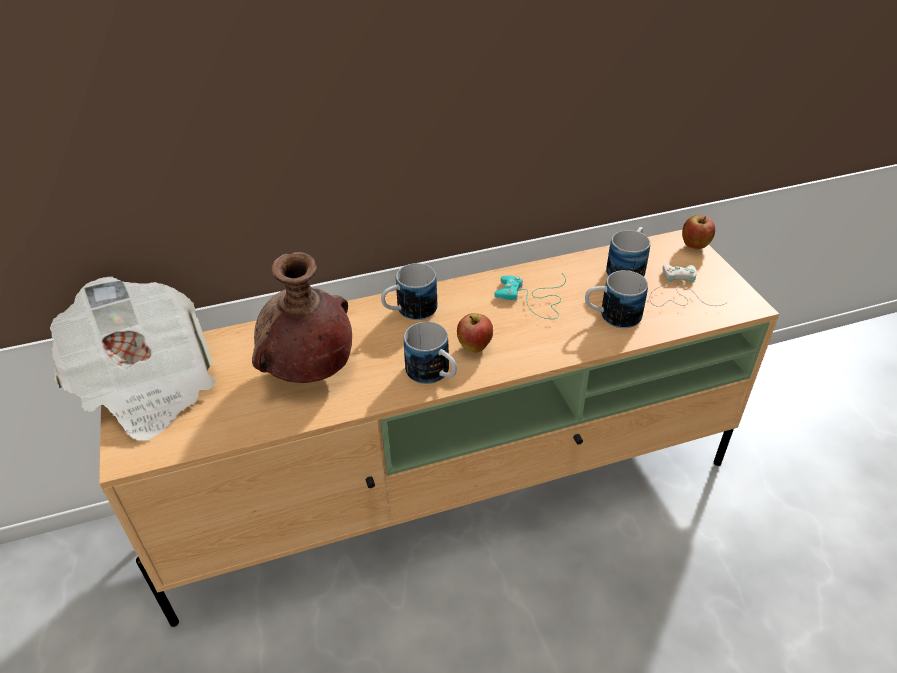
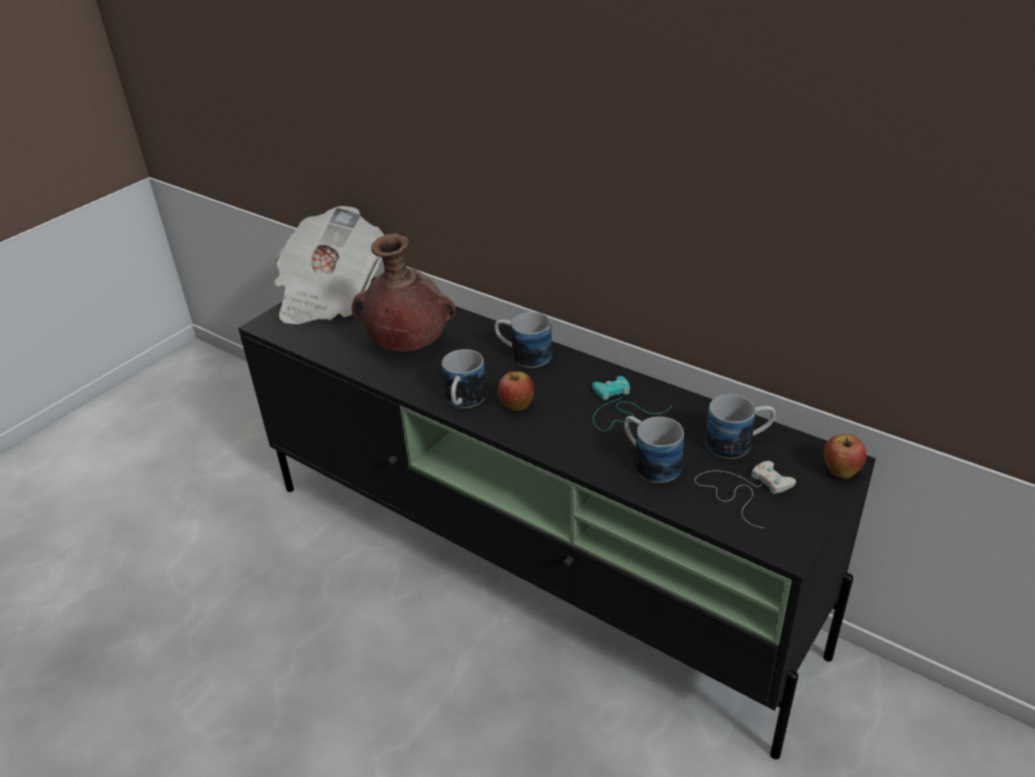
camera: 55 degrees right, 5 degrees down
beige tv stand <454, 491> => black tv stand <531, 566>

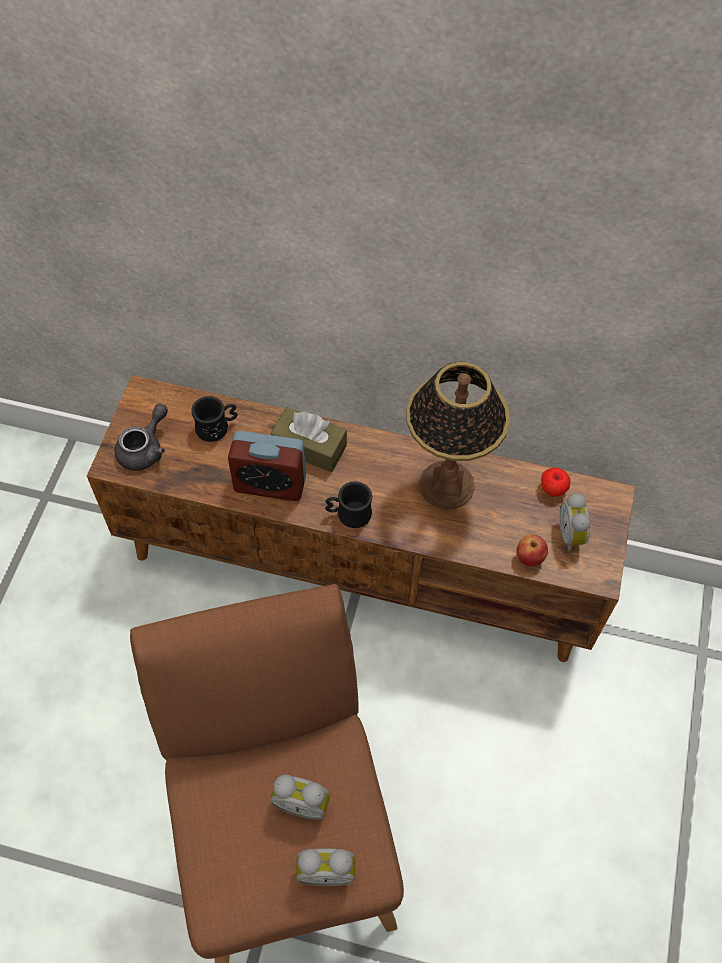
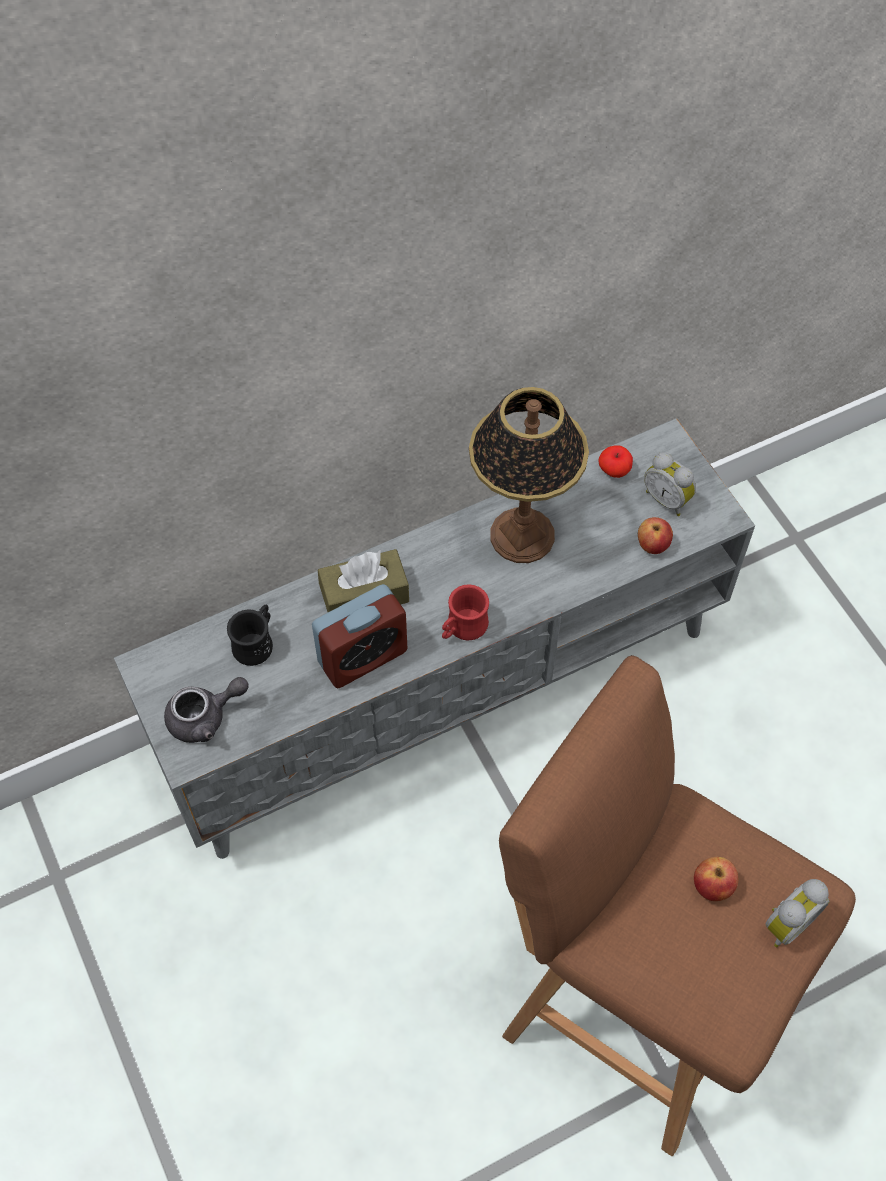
camera: 40 degrees left, 0 degrees up
brown tv stand <361, 564> => grey tv stand <444, 691>
grey teapot <145, 449> => grey teapot <205, 717>, 75 degrees clockwise
alarm clock <302, 802> => apple <712, 886>
black mug <348, 514> => red mug <462, 628>

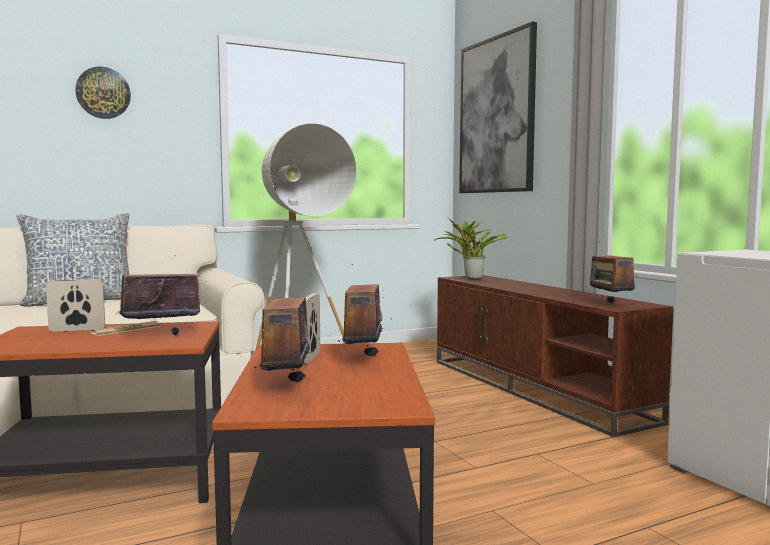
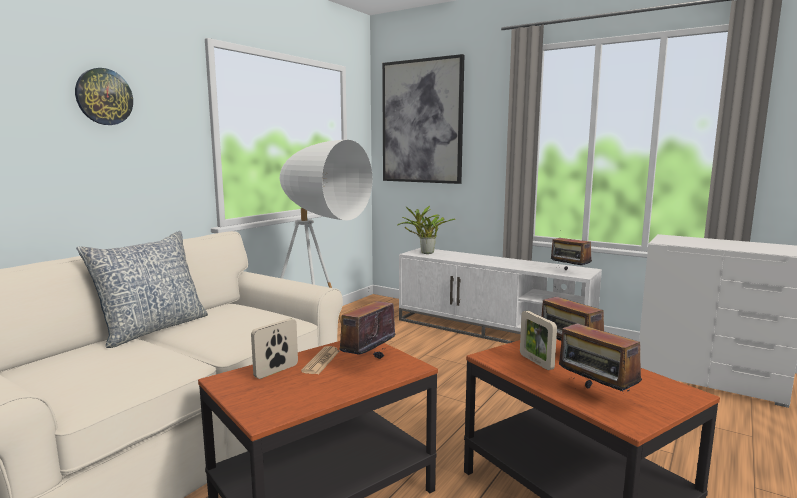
camera: 30 degrees left, 5 degrees up
brown tv stand <535, 388> => white tv stand <492, 331>

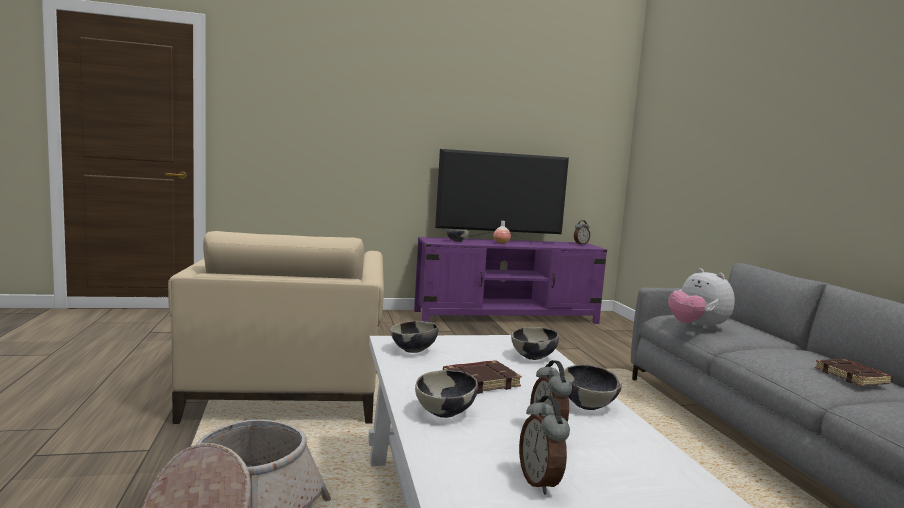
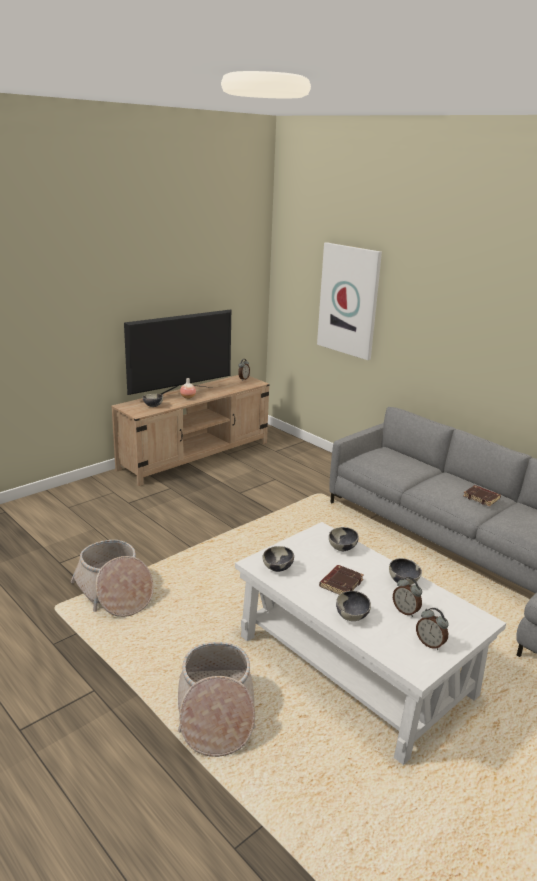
camera: 30 degrees left, 15 degrees up
beige armchair <290, 384> => basket <114, 592>
purple tv stand <507, 317> => beige tv stand <195, 456>
plush toy <697, 327> => nothing
nothing => picture <349, 300>

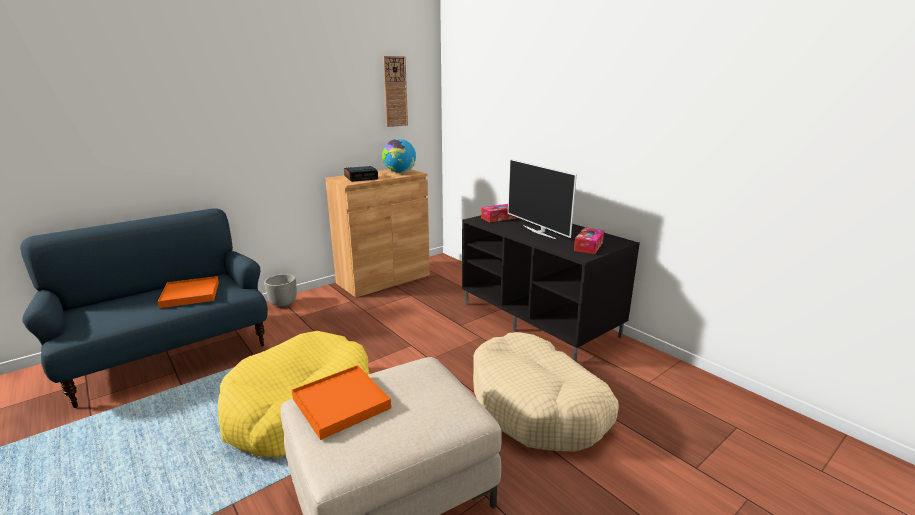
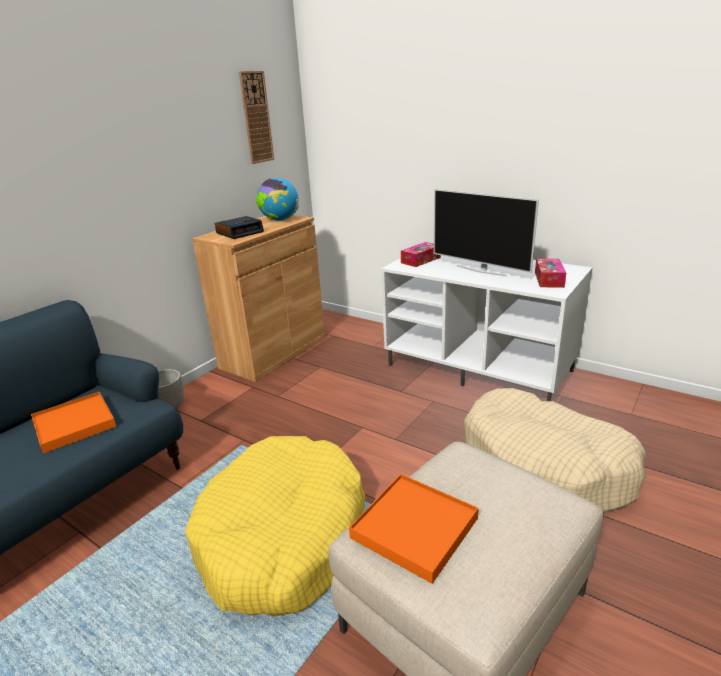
camera: 15 degrees left, 5 degrees up
black tv stand <540, 319> => white tv stand <480, 368>

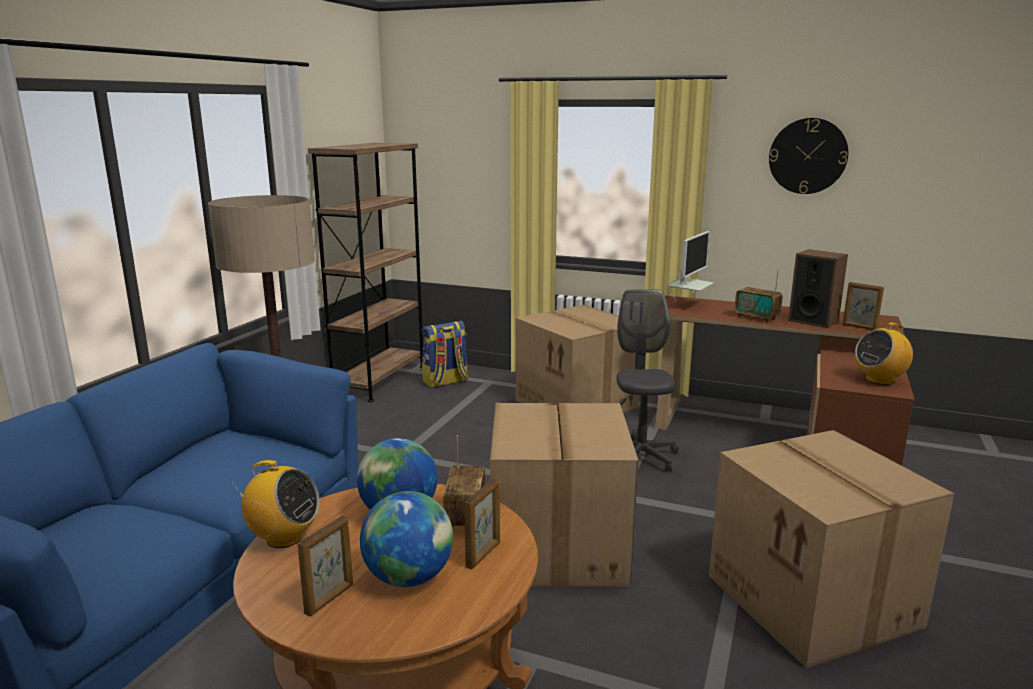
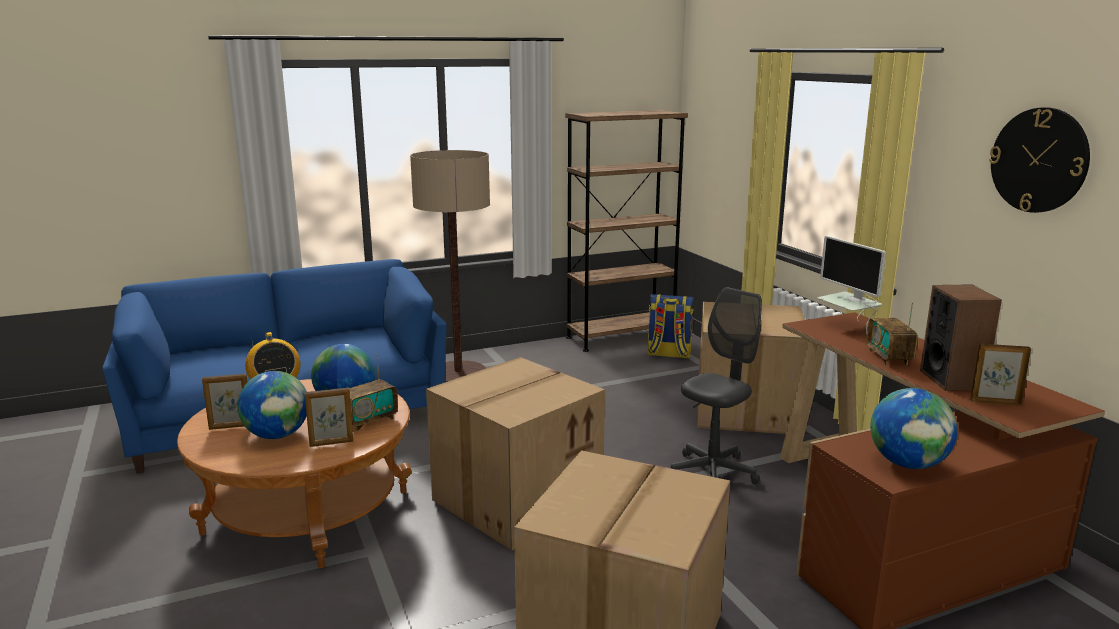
camera: 45 degrees right, 0 degrees up
monitor <688, 305> => monitor <848, 327>, 75 degrees clockwise
picture frame <859, 327> => picture frame <994, 402>, 105 degrees clockwise
radio <879, 380> => globe <908, 464>

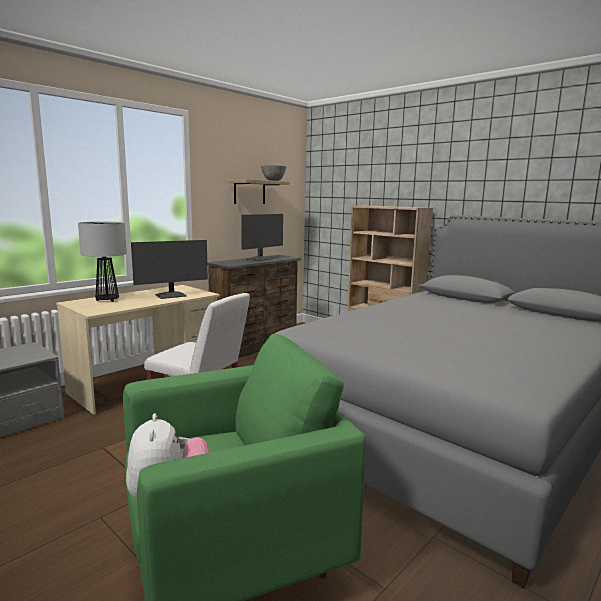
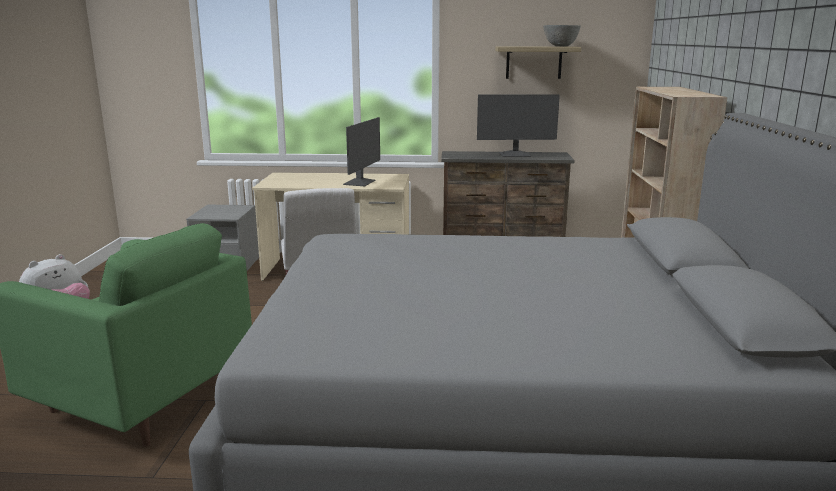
camera: 50 degrees right, 5 degrees up
table lamp <107, 300> => nothing
monitor <171, 295> => monitor <360, 182>, 90 degrees counterclockwise

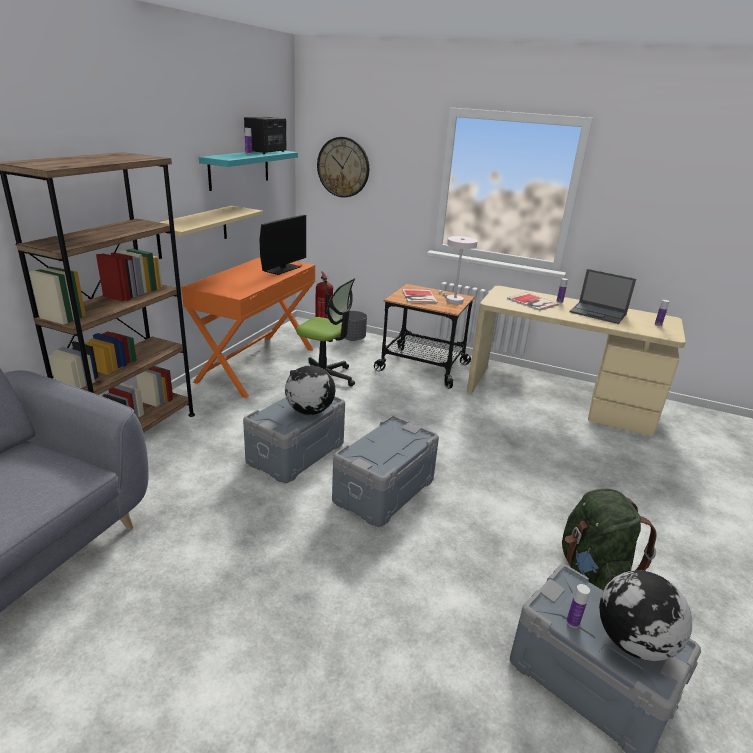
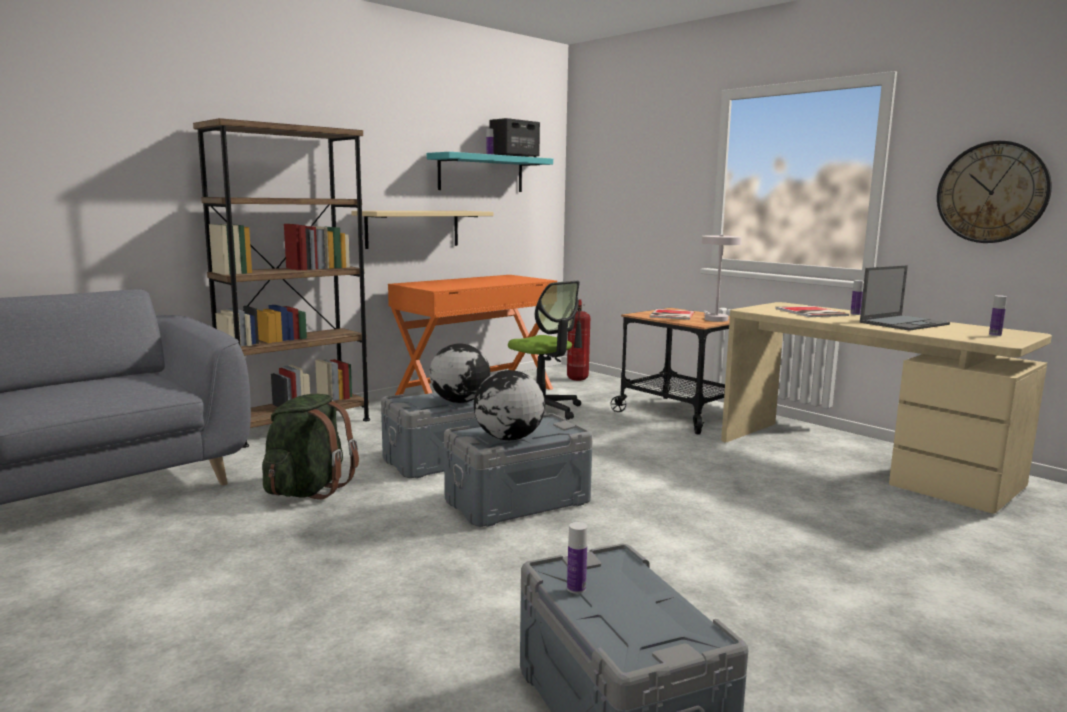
camera: 25 degrees right, 15 degrees down
monitor <283, 269> => nothing
wall clock <343, 167> => wall clock <992, 192>, relocated
grey planter <352, 338> => nothing
green backpack <592, 572> => green backpack <308, 490>, relocated
laptop <598, 313> => laptop <904, 323>, 90 degrees counterclockwise
globe <632, 642> => globe <508, 438>, relocated

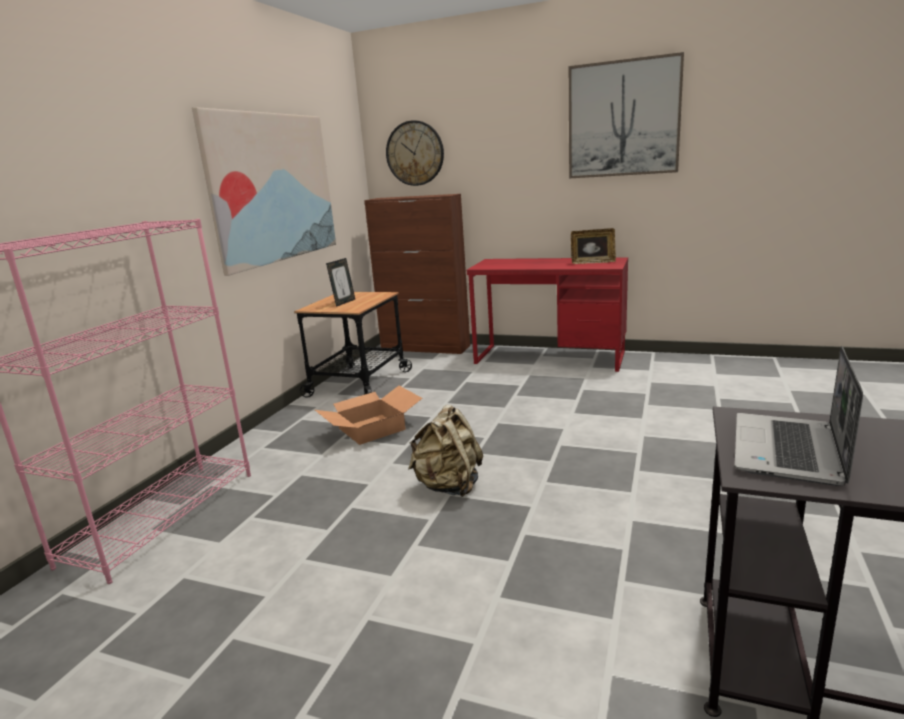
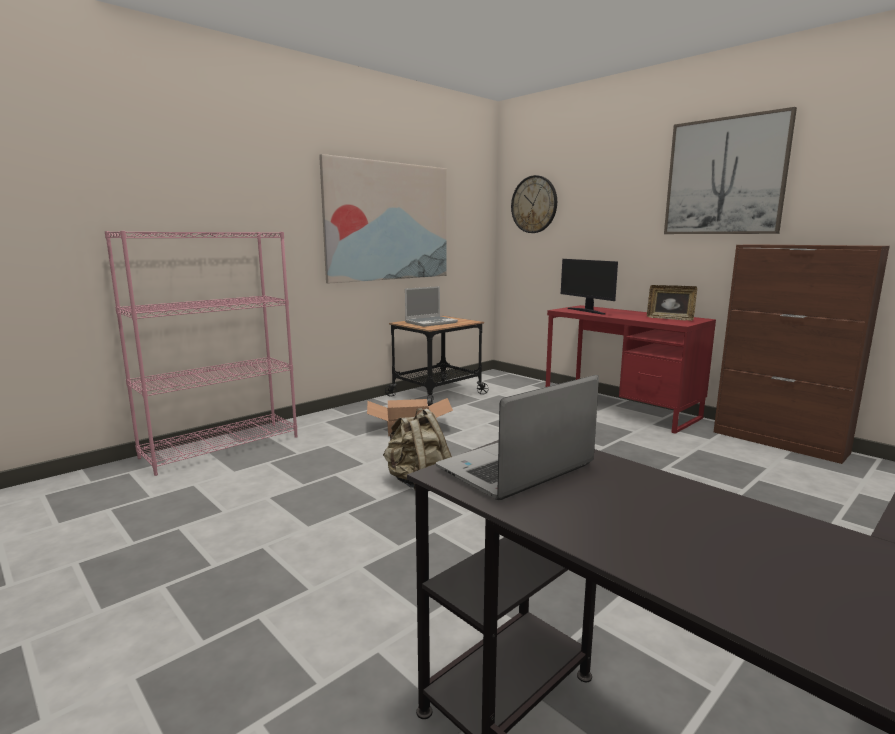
camera: 25 degrees right, 5 degrees down
picture frame <343, 302> => laptop <431, 322>
brown cabinet <425, 348> => brown cabinet <779, 442>, relocated
nothing => monitor <587, 311>

